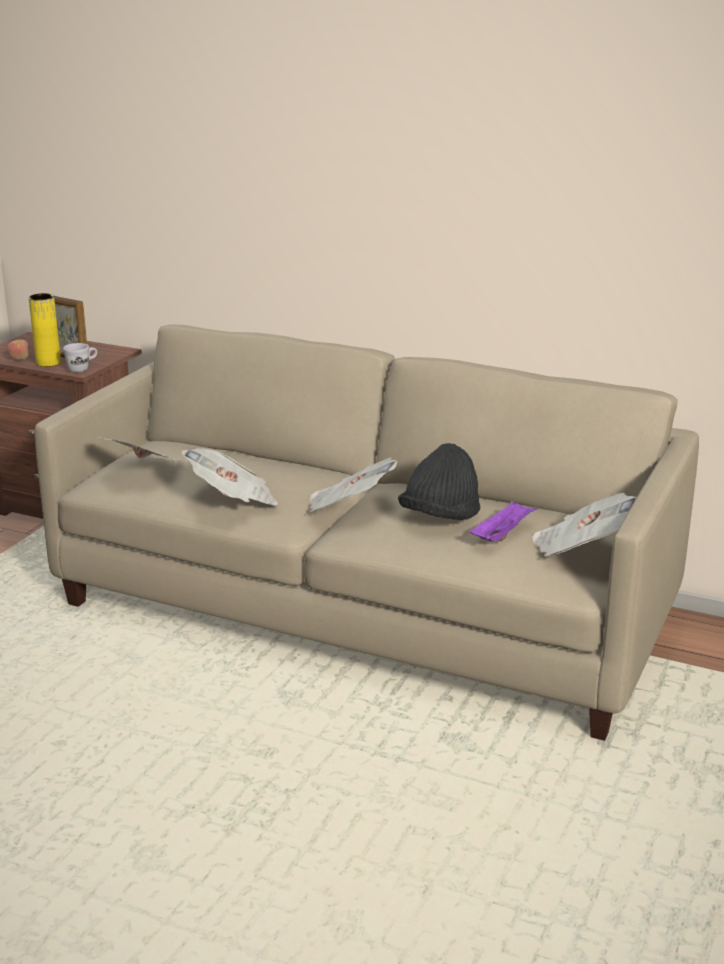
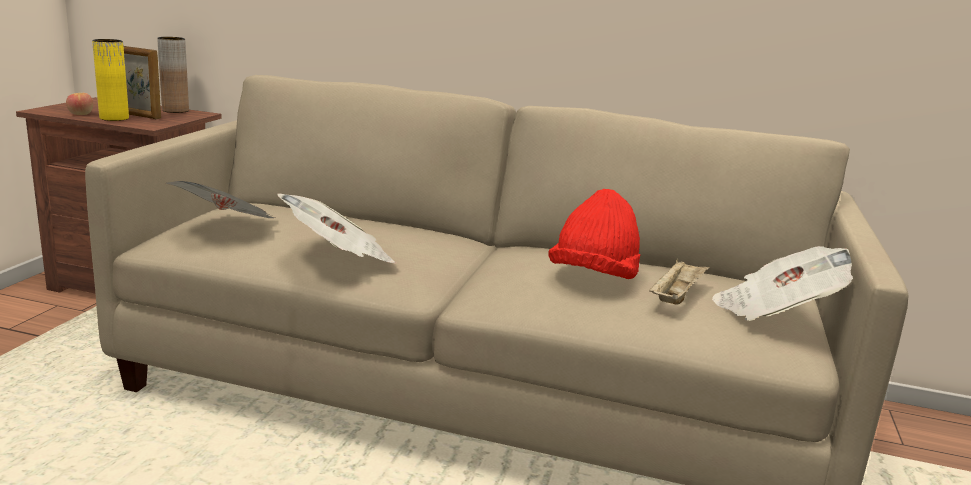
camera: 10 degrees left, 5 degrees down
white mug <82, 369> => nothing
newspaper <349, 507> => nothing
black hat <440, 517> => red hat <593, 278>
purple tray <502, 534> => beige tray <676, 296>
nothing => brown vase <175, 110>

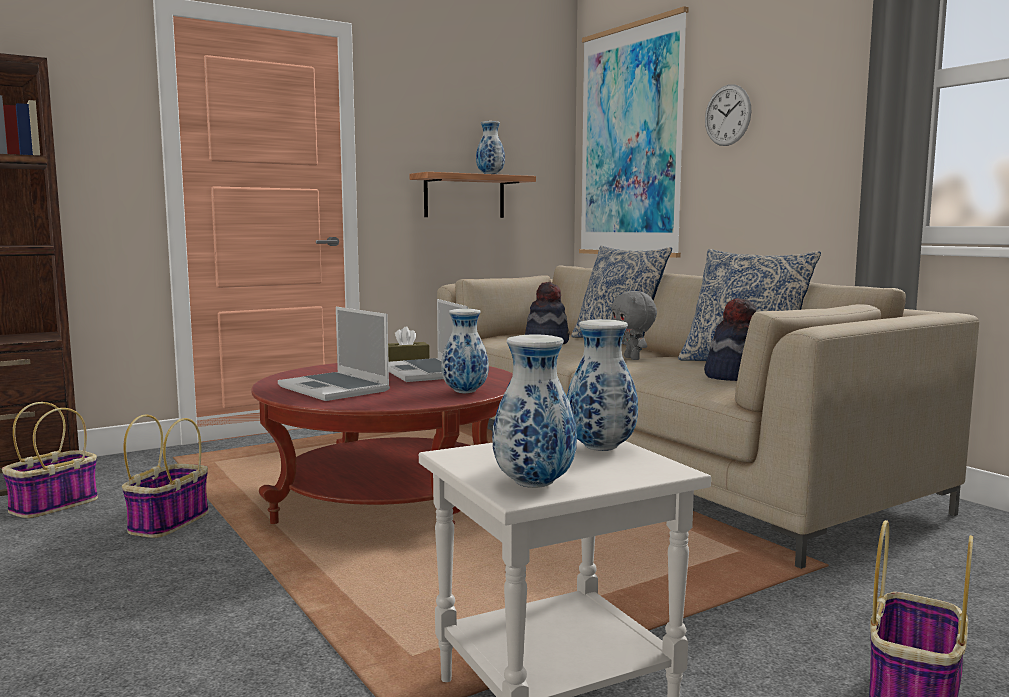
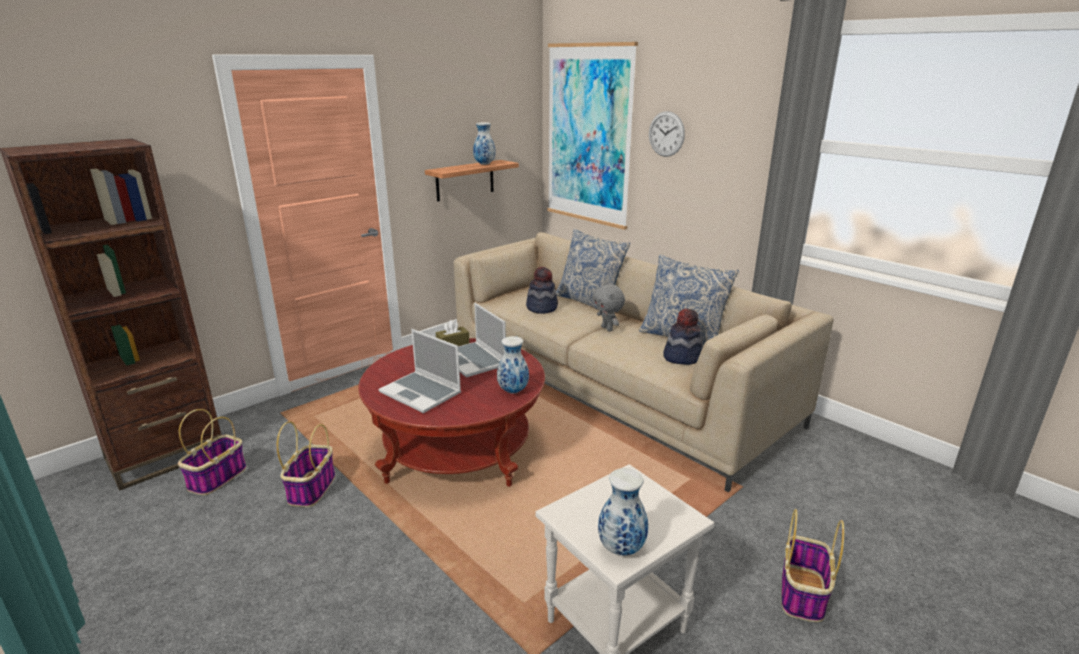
camera: 10 degrees left, 15 degrees up
vase <599, 448> => nothing

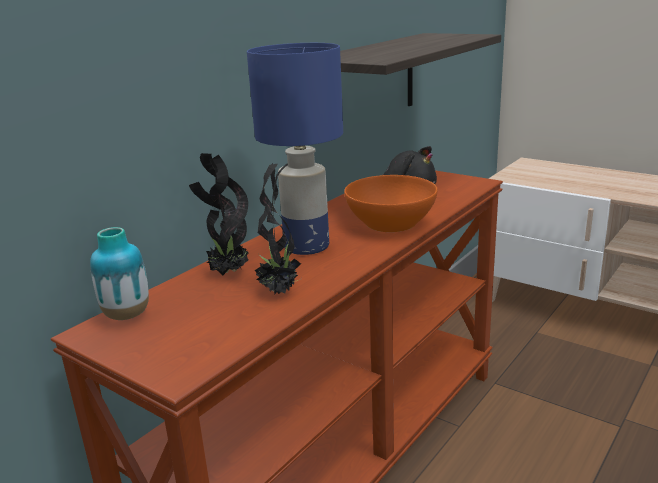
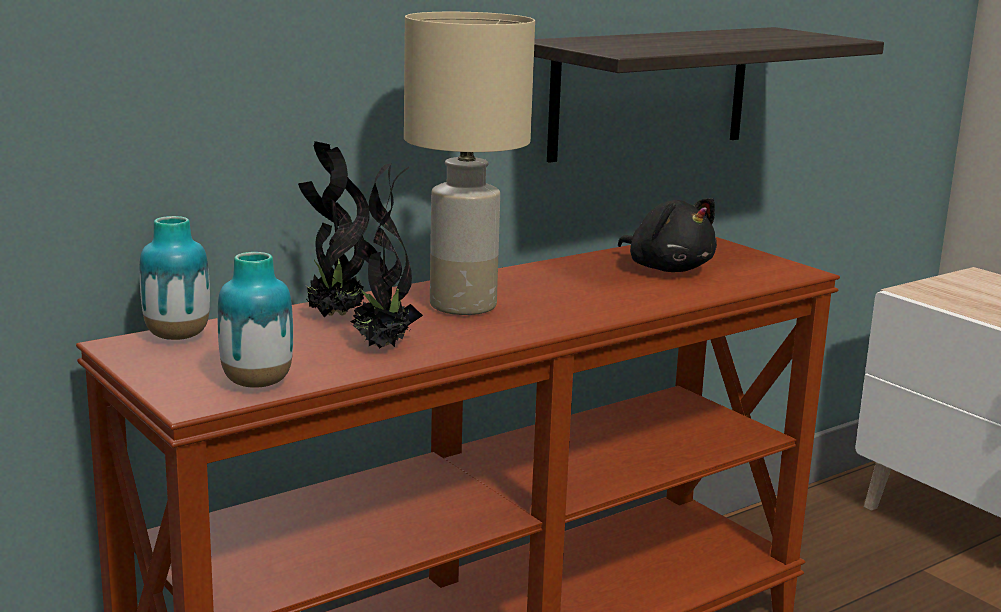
camera: 15 degrees right, 5 degrees down
blue table lamp <307, 246> => beige table lamp <465, 305>
orange bowl <390, 222> => nothing
nothing => vase <257, 383>

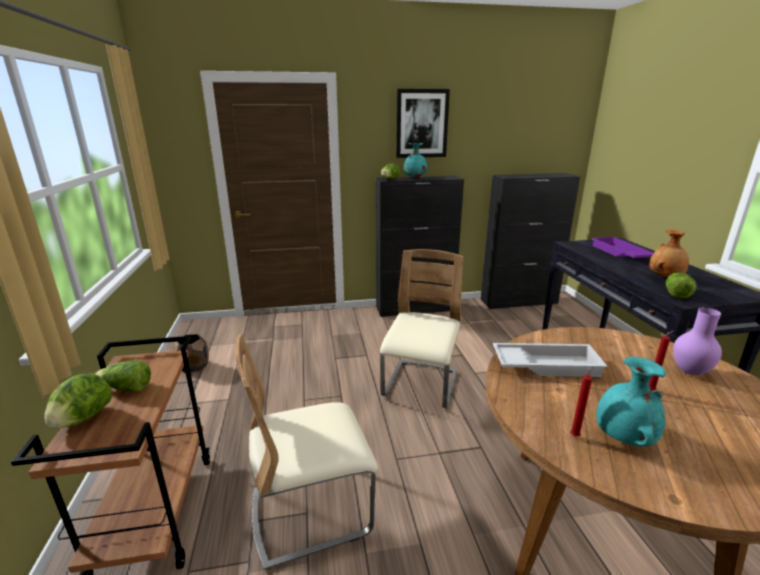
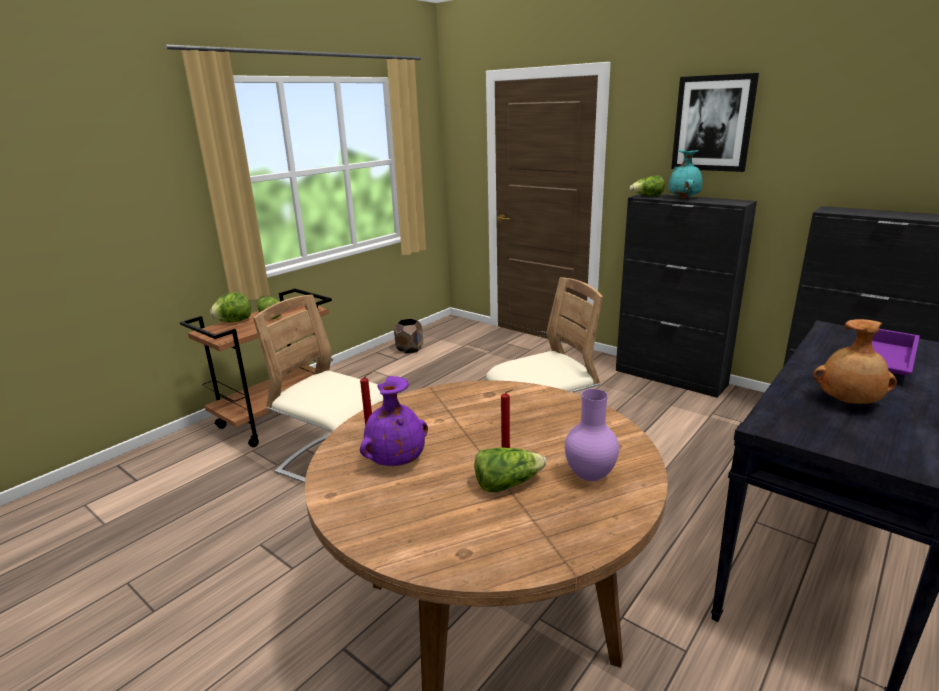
camera: 50 degrees right, 0 degrees up
white tray <546, 364> => nothing
turquoise vase <622, 437> => purple vase <395, 460>
lettuce <676, 293> => lettuce <507, 484>, relocated

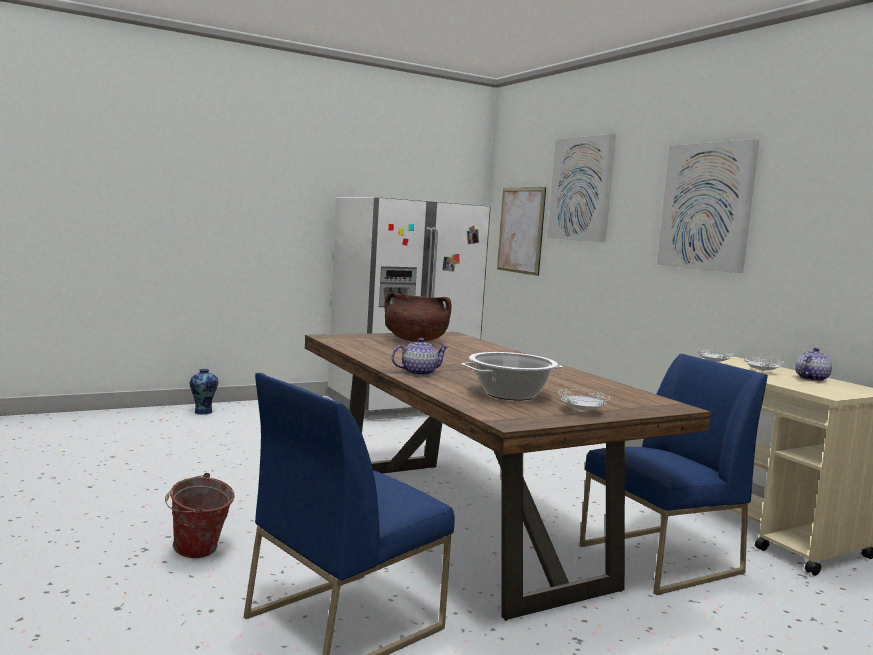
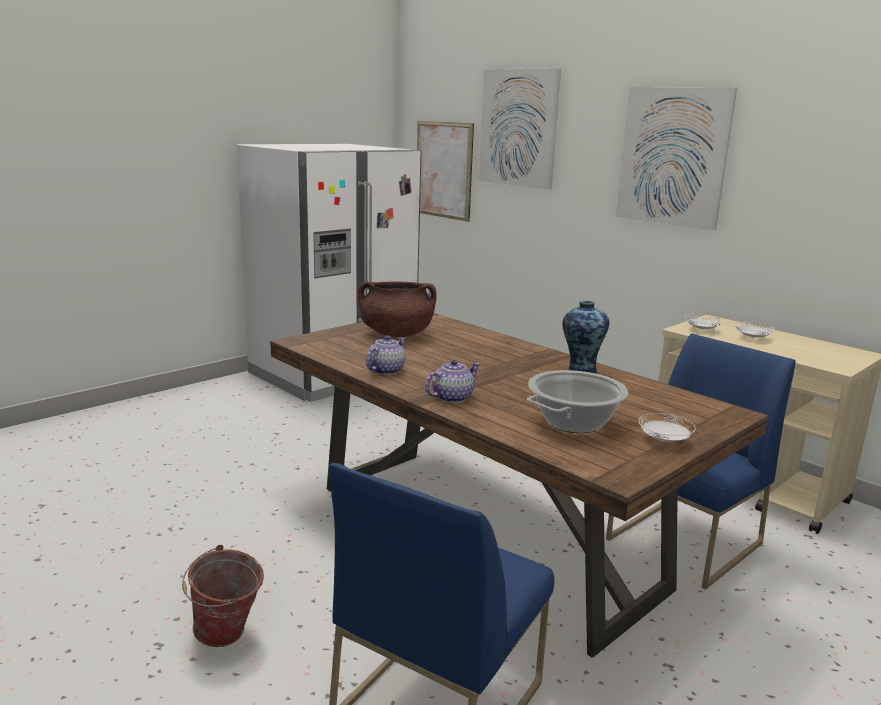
camera: 15 degrees left, 10 degrees up
vase <203, 412> => vase <581, 372>, relocated
teapot <811, 379> => teapot <385, 370>, relocated

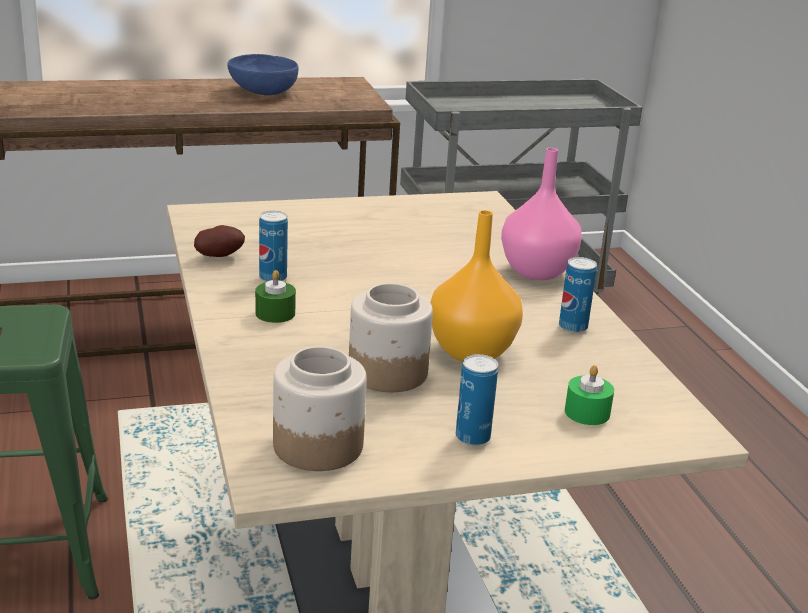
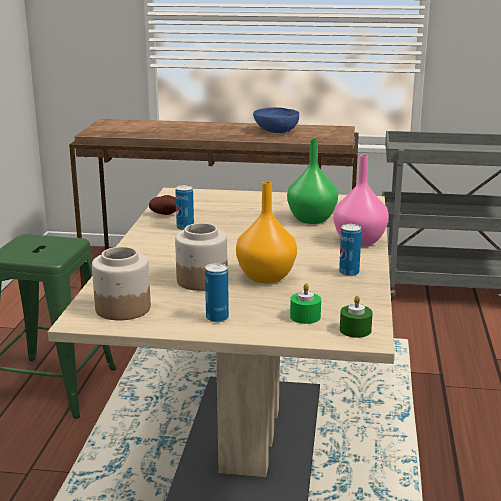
camera: 25 degrees right, 5 degrees down
green candle <275, 313> => green candle <355, 330>, relocated
nothing => green vase <311, 219>

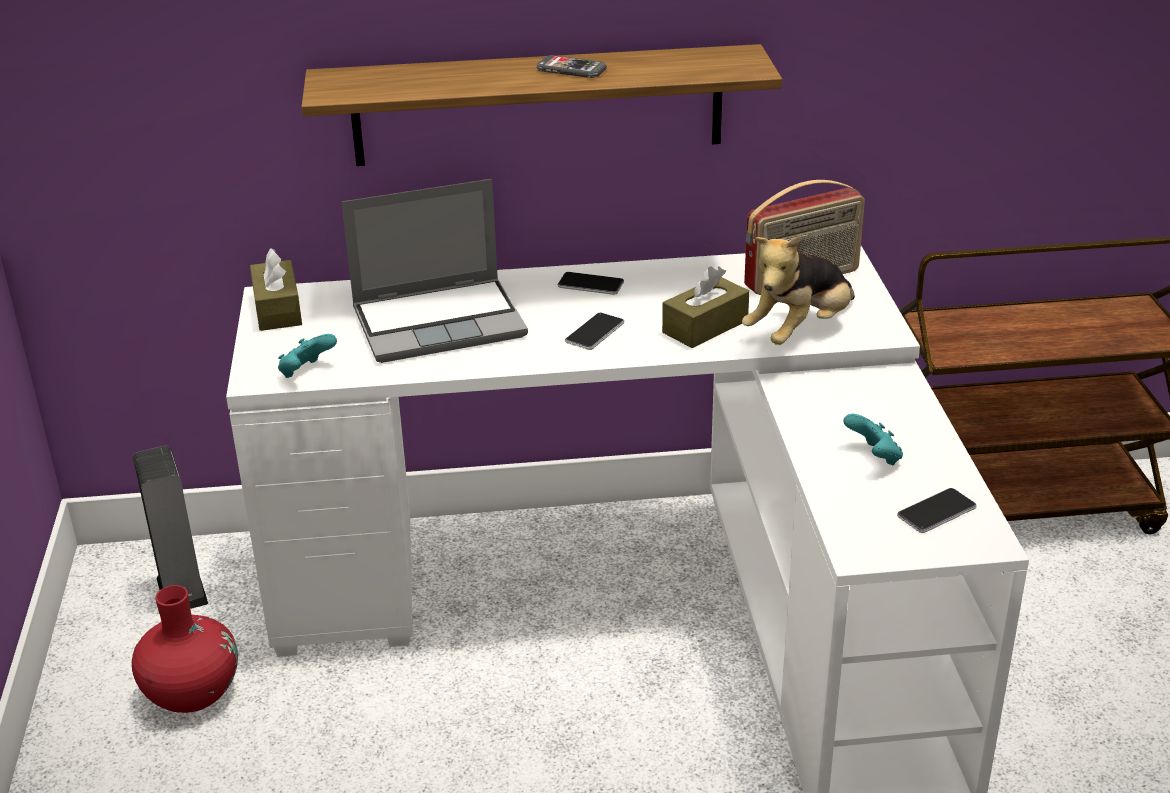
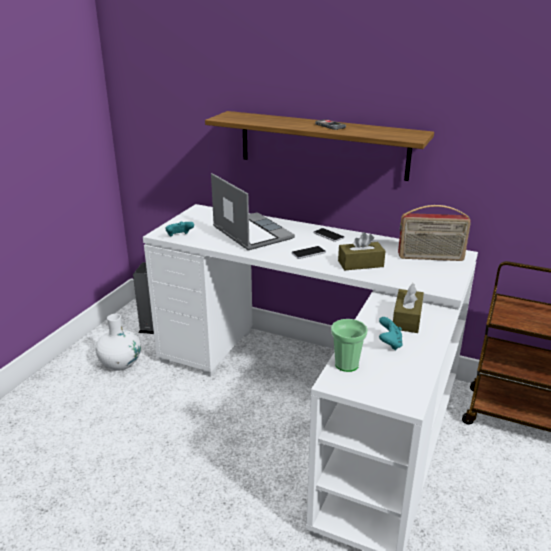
camera: 30 degrees right, 5 degrees down
red vase <192, 693> => white vase <120, 363>
brown tissue box <277, 309> => brown tissue box <407, 319>, relocated
laptop <440, 322> => laptop <250, 233>, 135 degrees counterclockwise
plush toy <800, 331> => nothing
phone <936, 512> => nothing
nothing => cup <346, 364>

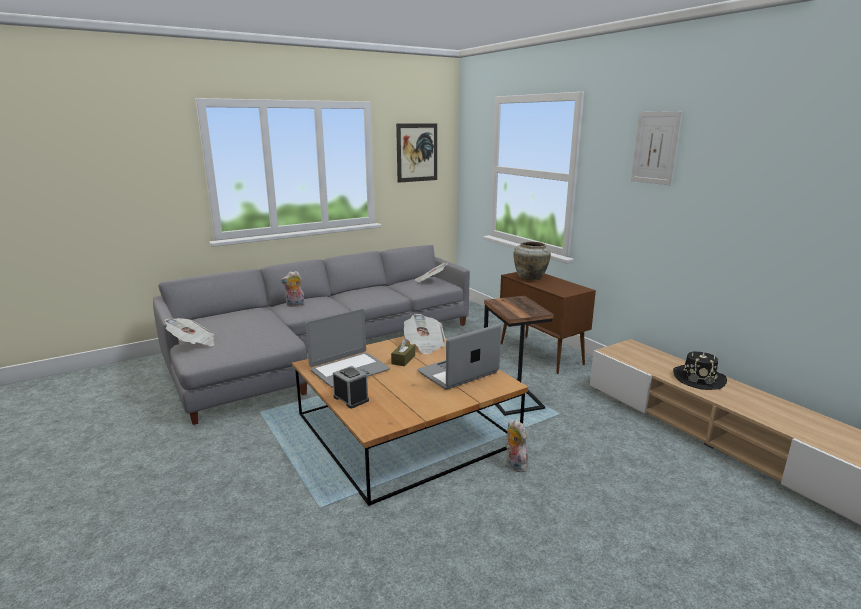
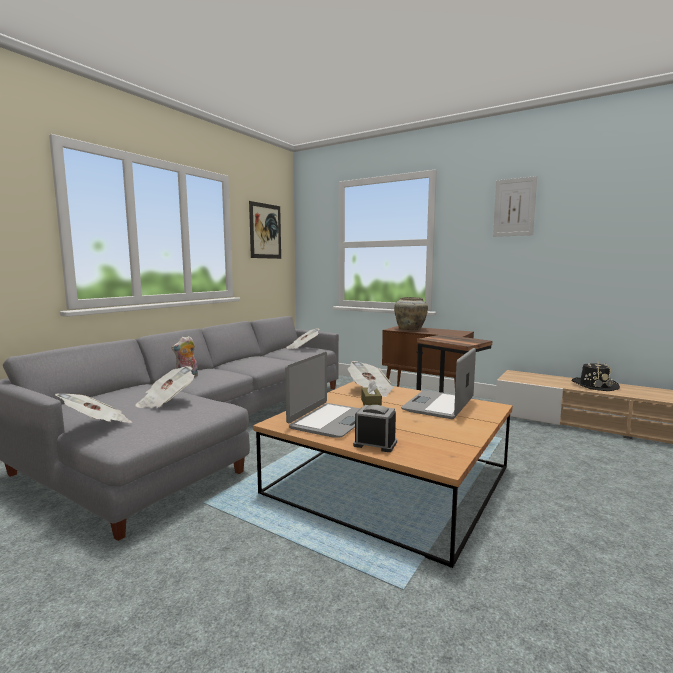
camera: 25 degrees left, 10 degrees down
plush toy <514, 464> => nothing
nothing => newspaper <166, 402>

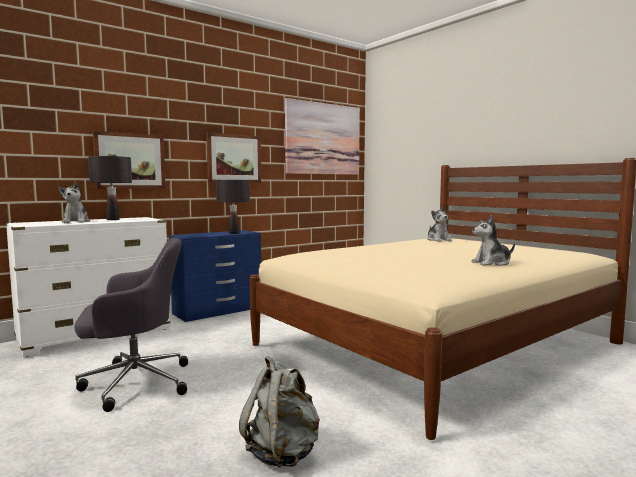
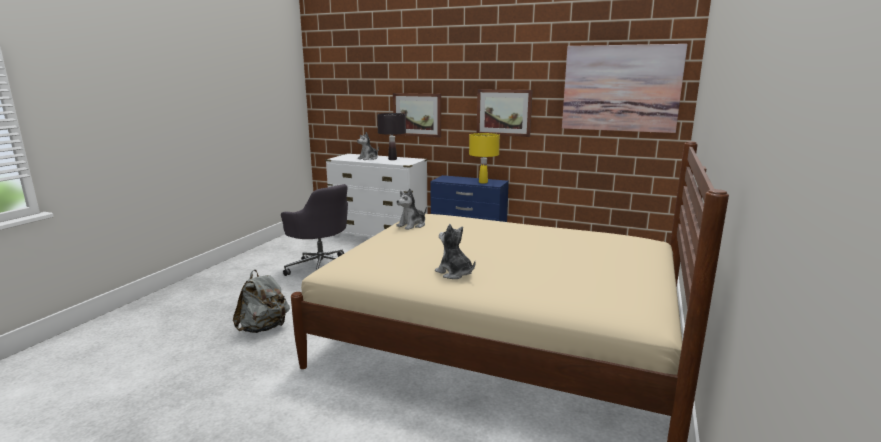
camera: 60 degrees right, 10 degrees up
black table lamp <233, 233> => yellow table lamp <483, 182>
plush toy <438, 240> => plush toy <412, 225>, relocated

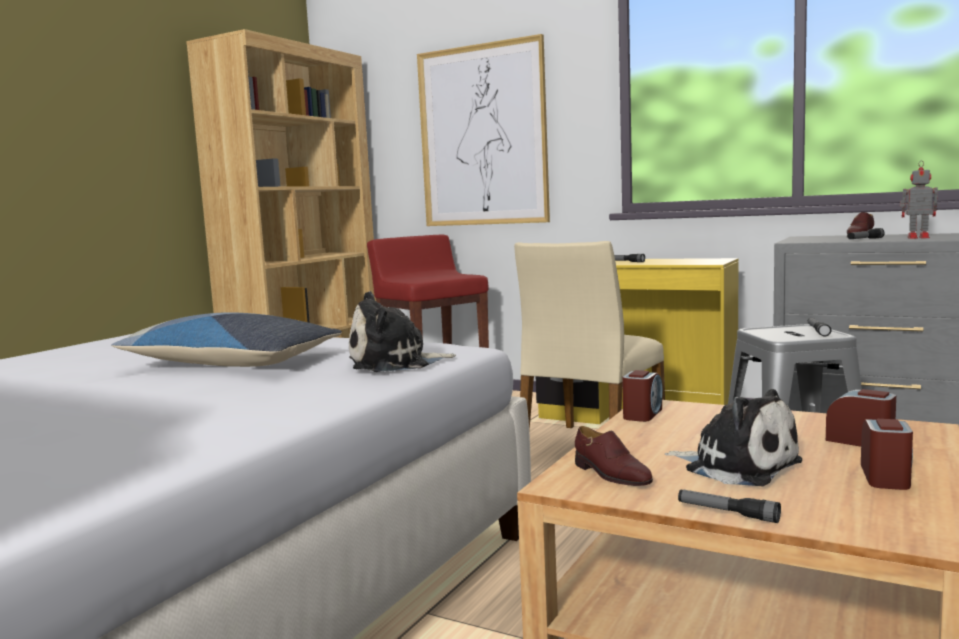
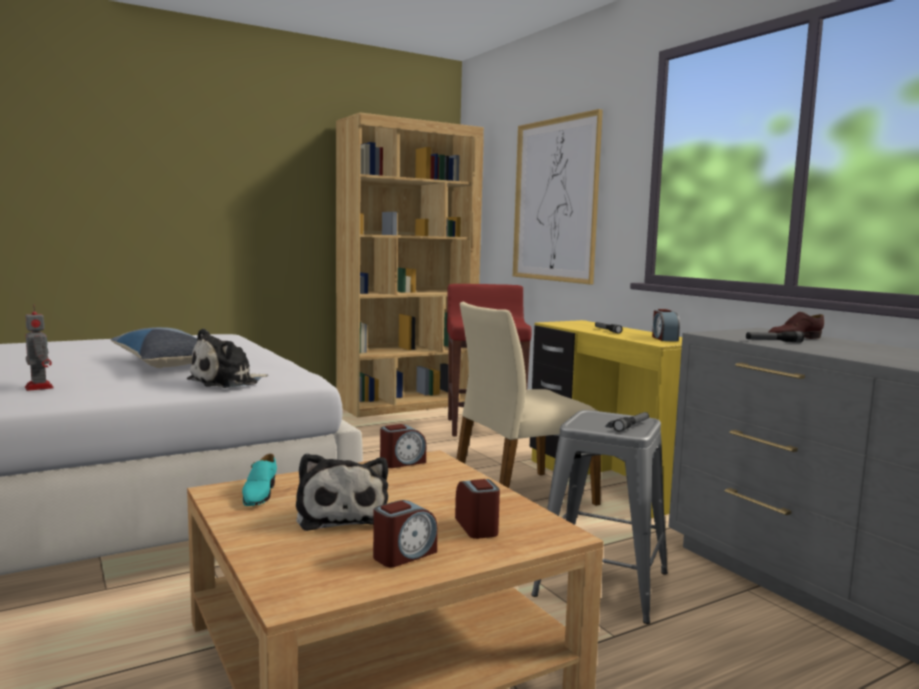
camera: 30 degrees right, 0 degrees up
plush toy <395, 363> => plush toy <227, 382>, 60 degrees counterclockwise
brown shoe <611, 474> => turquoise shoe <259, 494>
flashlight <727, 513> => nothing
toy robot <916, 237> => toy robot <39, 387>, relocated
nothing => alarm clock <664, 338>

